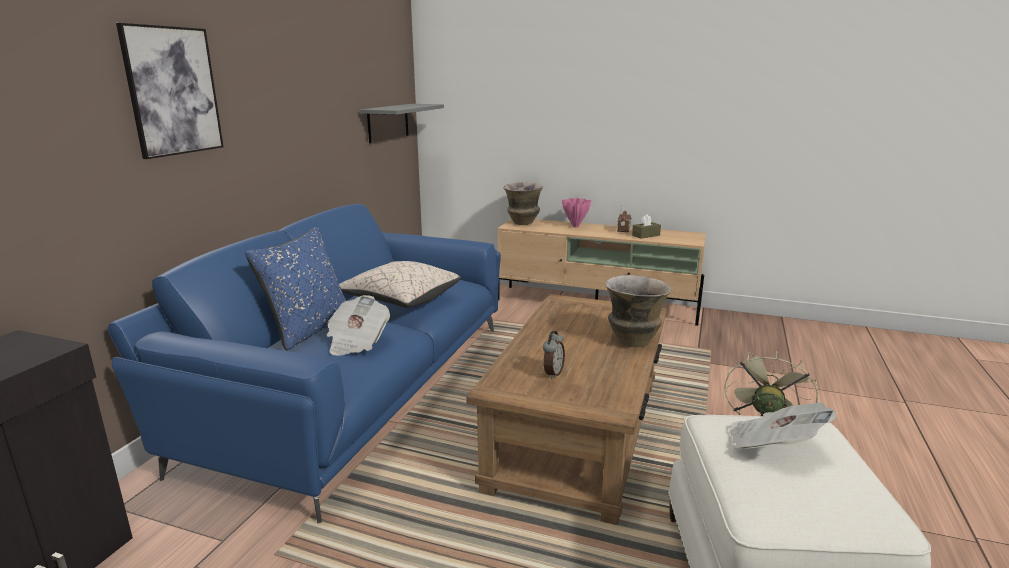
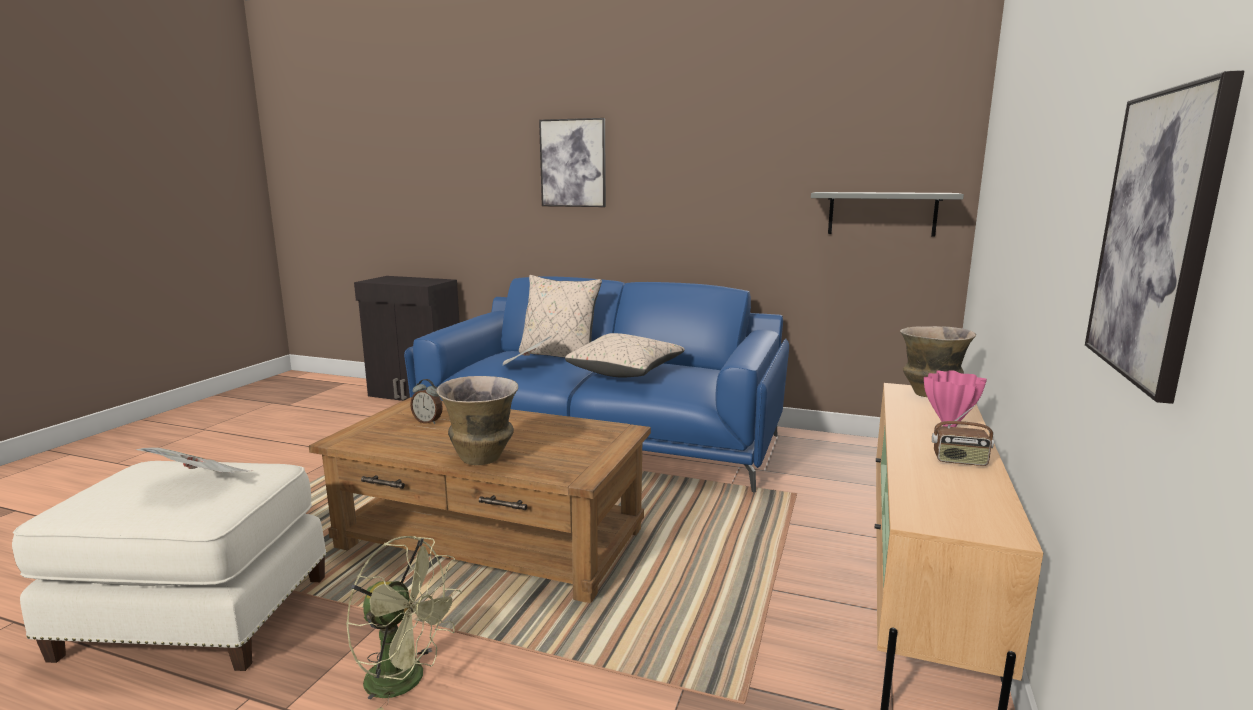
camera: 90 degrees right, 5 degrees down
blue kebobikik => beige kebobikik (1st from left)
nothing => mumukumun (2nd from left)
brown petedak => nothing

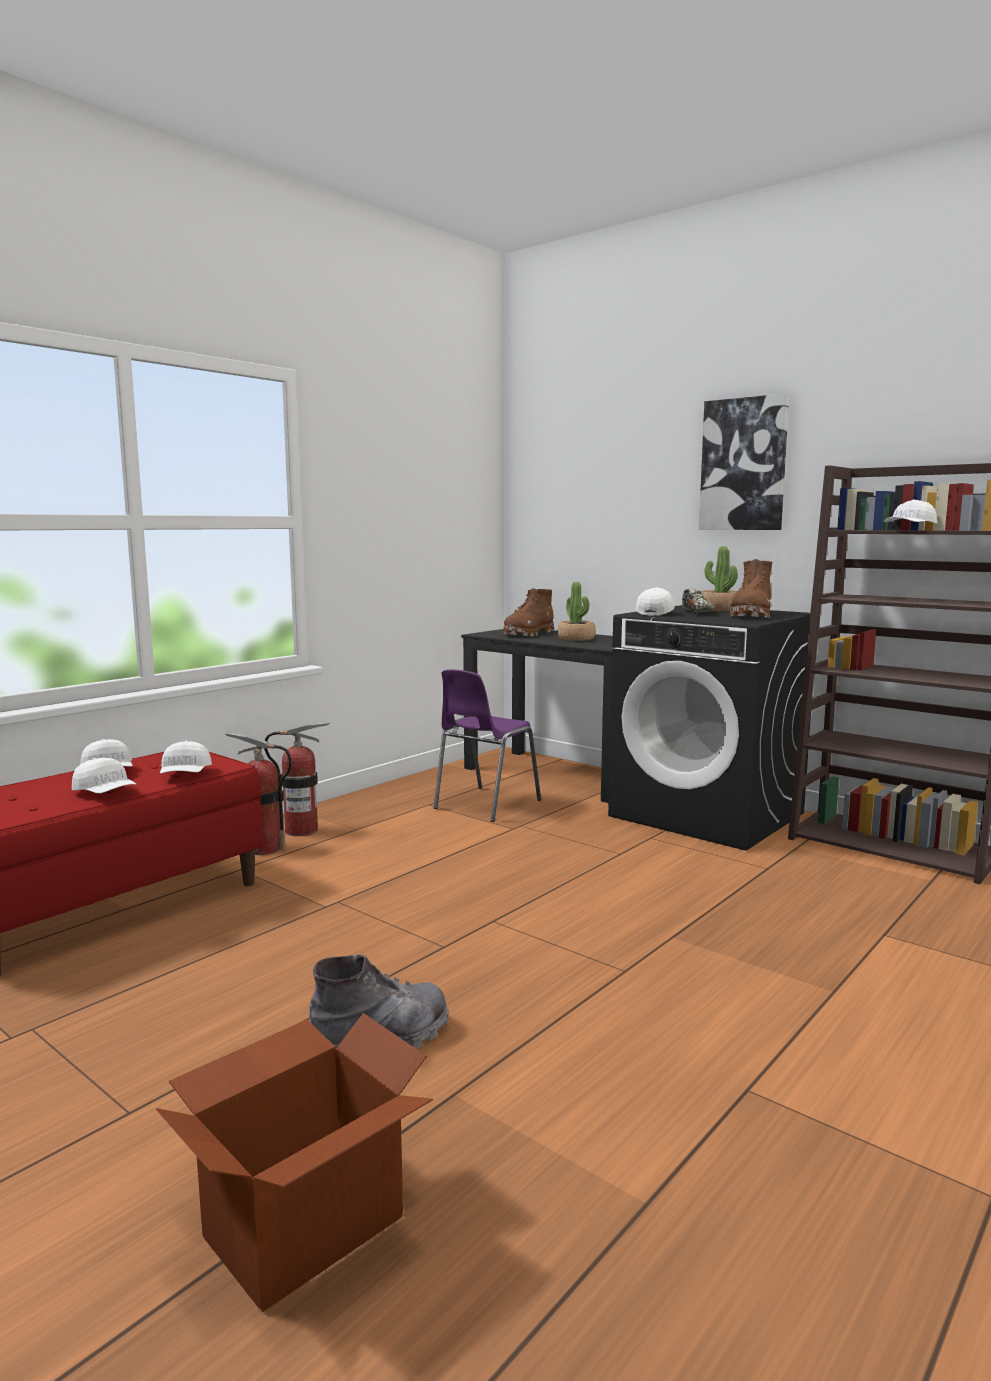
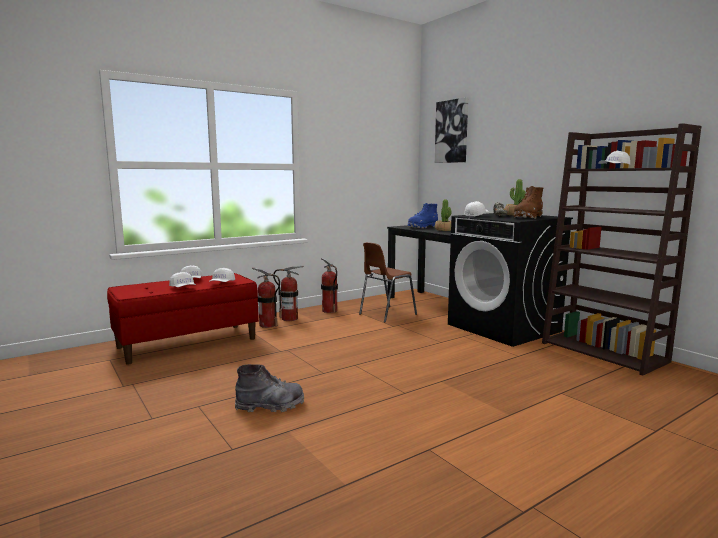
camera: 15 degrees right, 0 degrees up
nothing => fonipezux (3rd from left)
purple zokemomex => brown zokemomex
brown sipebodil (1st from left) => blue sipebodil
mumukumun, move
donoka => nothing

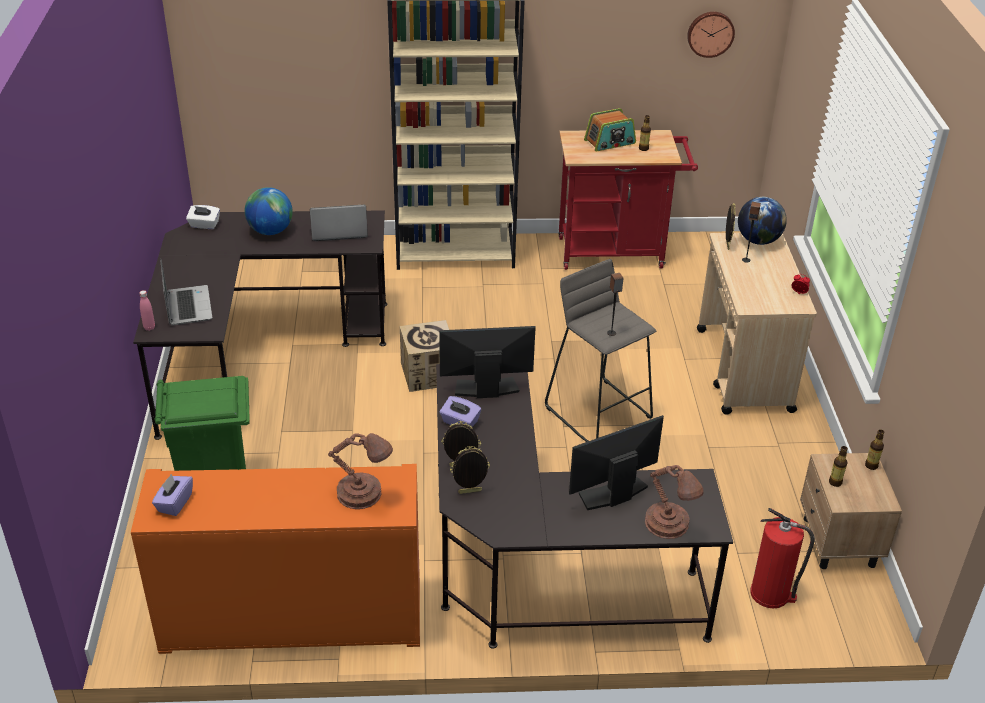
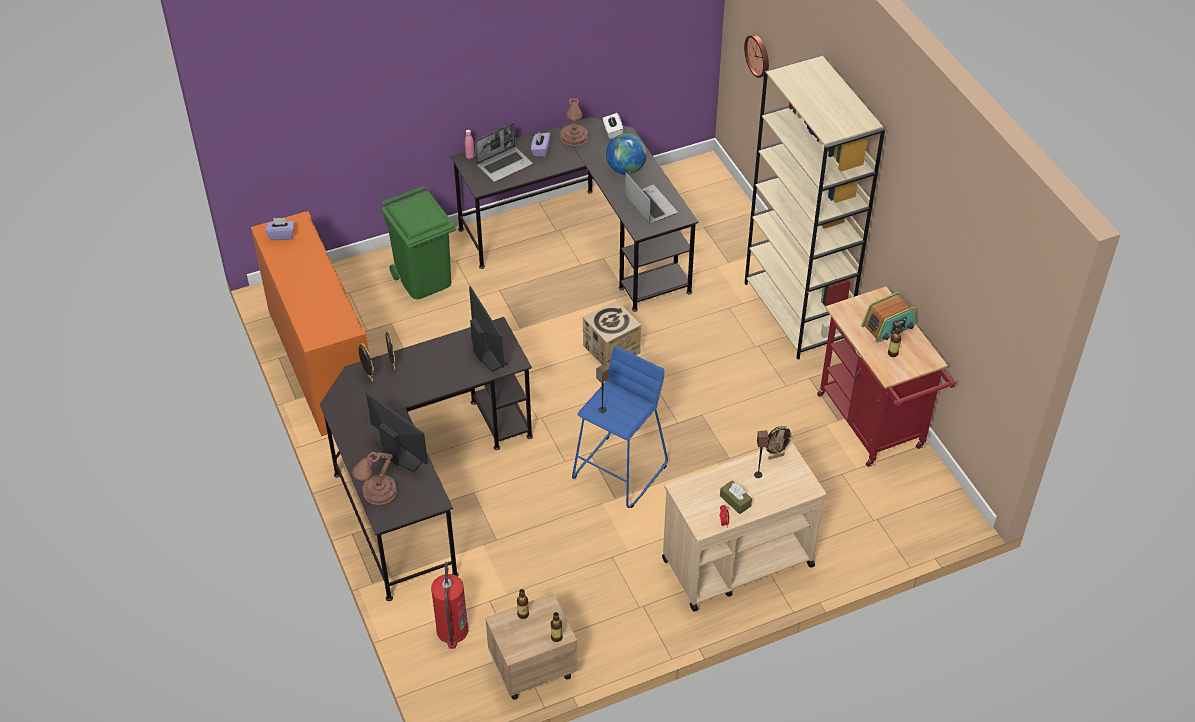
camera: 70 degrees right, 10 degrees up
purple petedak (2nd from left), move
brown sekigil (1st from left in the first image) => brown sekigil (2nd from left), move
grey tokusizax => blue tokusizax
nothing => brown petedak
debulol, move
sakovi, 75 degrees counterclockwise
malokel (2nd from left) => nothing

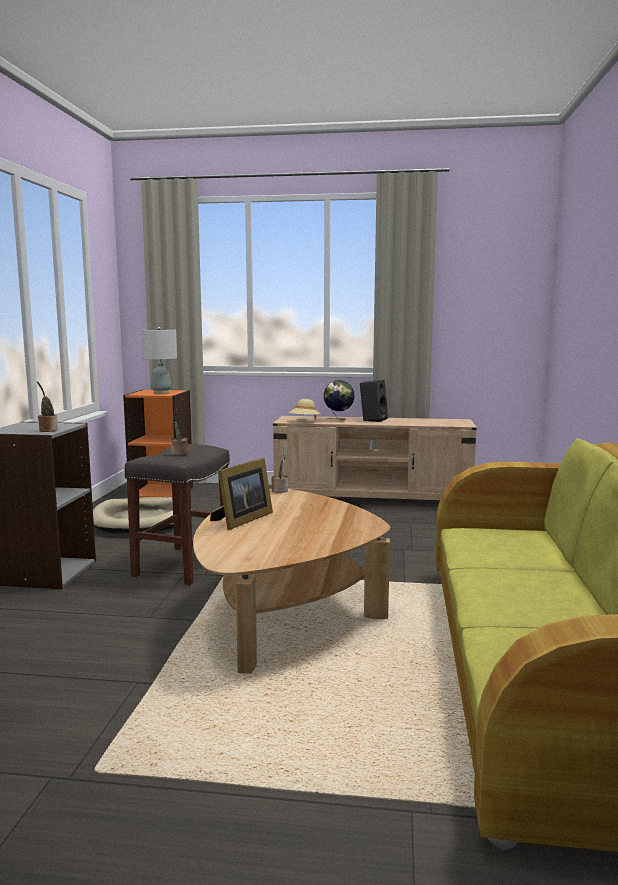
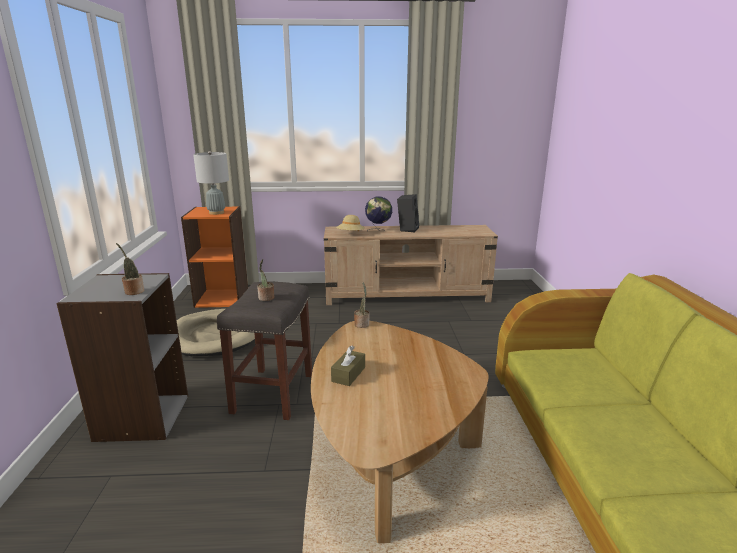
camera: 10 degrees left, 10 degrees up
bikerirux => brown petedak

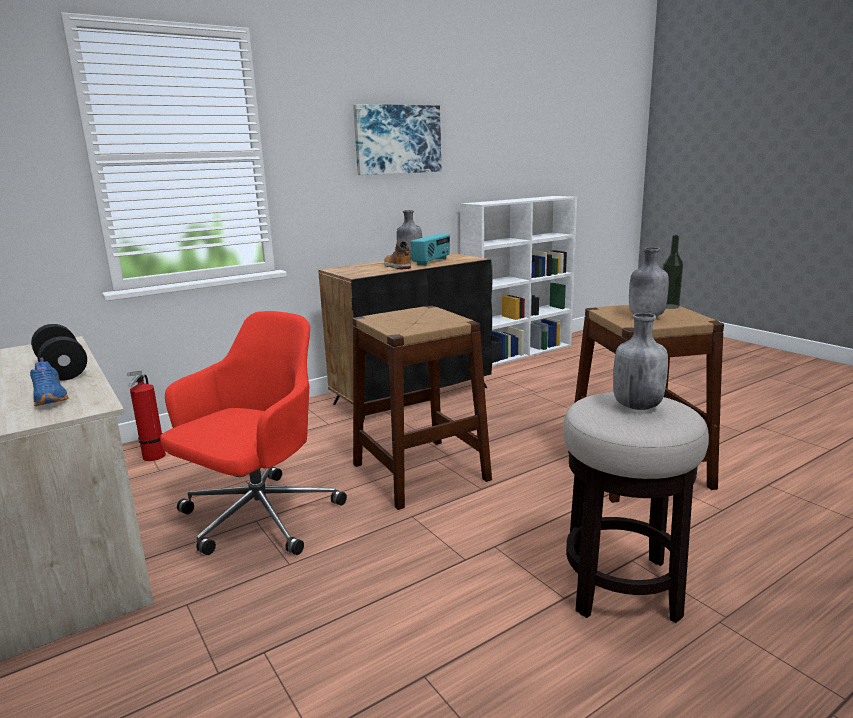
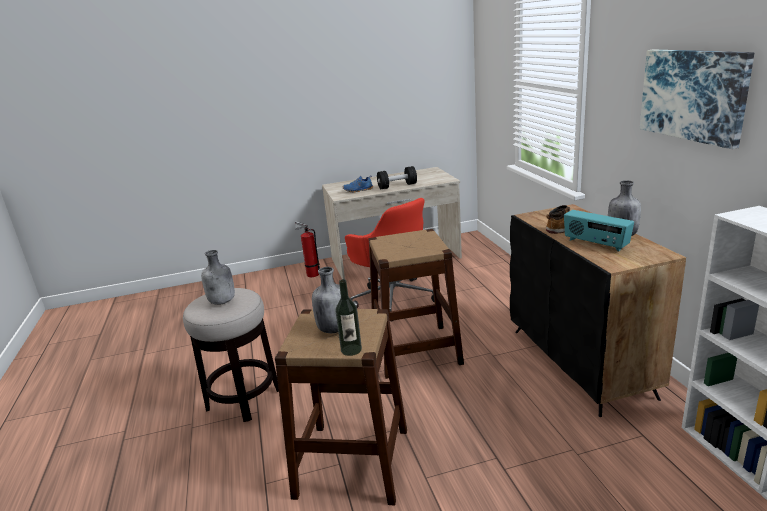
camera: 110 degrees right, 5 degrees up
fonipezux, move

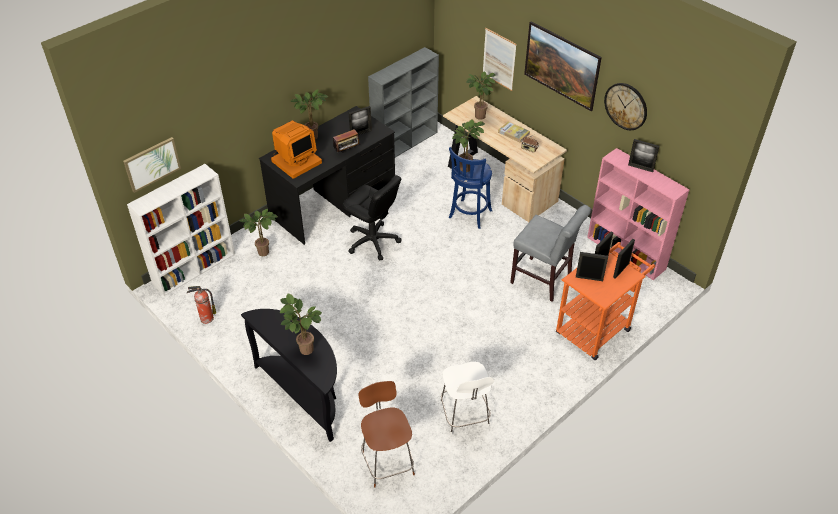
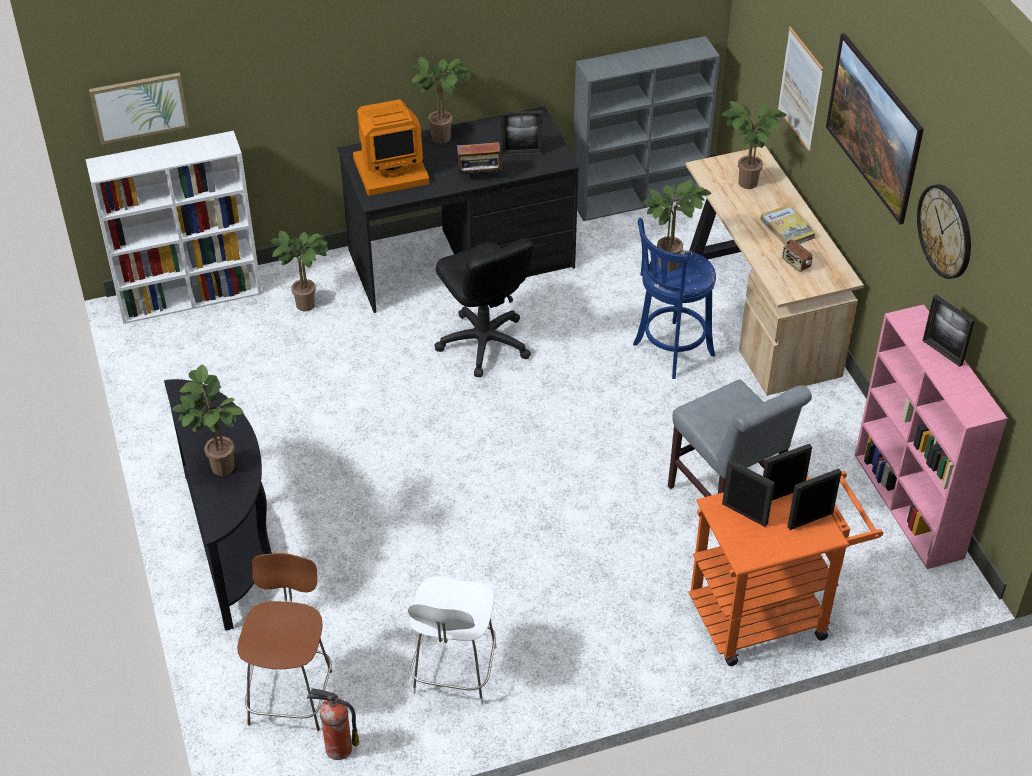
camera: 25 degrees right, 0 degrees up
fonipezux, move

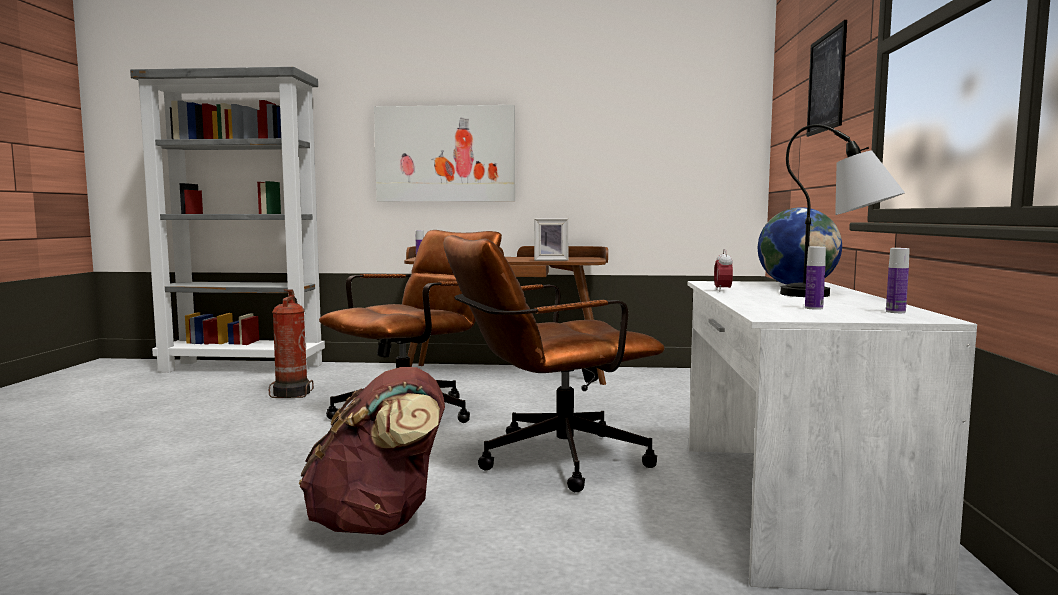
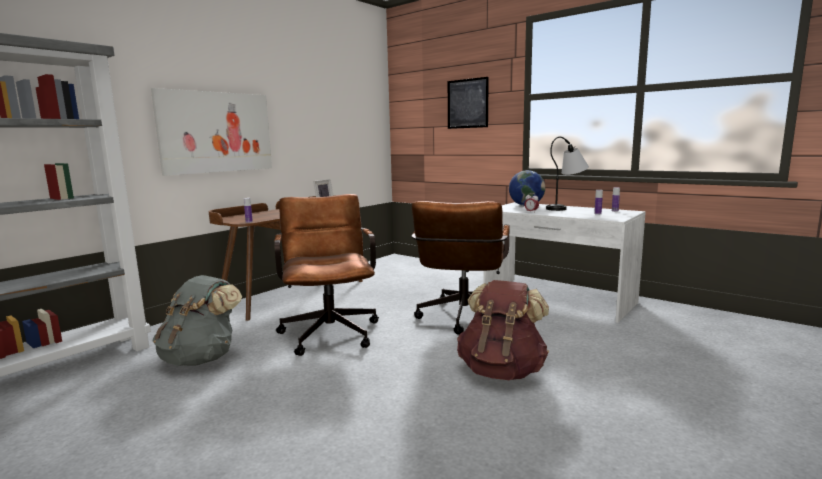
camera: 55 degrees left, 5 degrees up
fonipezux => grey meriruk

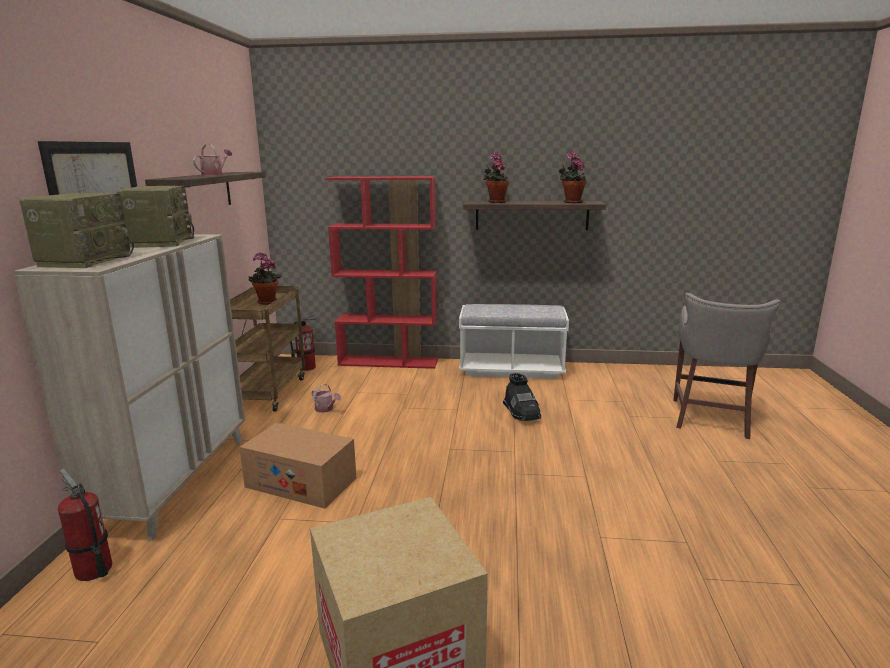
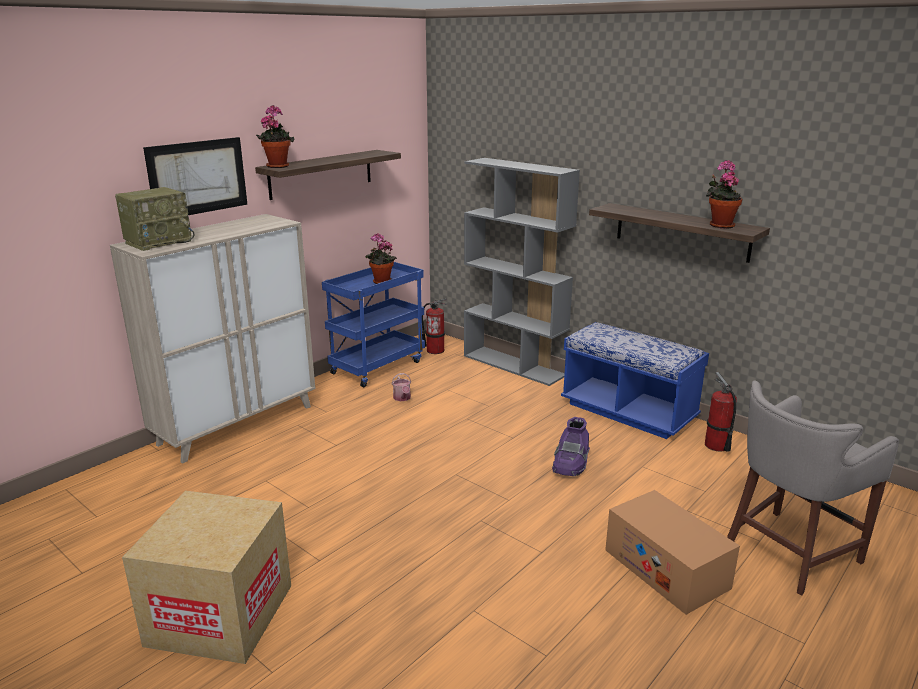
camera: 35 degrees right, 5 degrees up
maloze (2nd from left in the first image) => maloze (1st from left), move
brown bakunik => blue bakunik
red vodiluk => grey vodiluk
black sipebodil => purple sipebodil
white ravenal => blue ravenal
donoka (1st from left in the first image) => donoka (2nd from left), move
fonipezux (1st from left in the first image) => fonipezux (2nd from left), move
sakovi (2nd from left) => nothing
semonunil (1st from left) => nothing

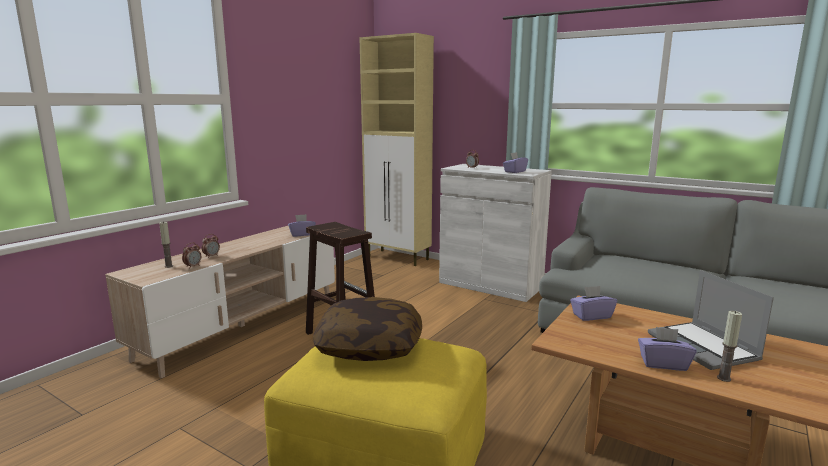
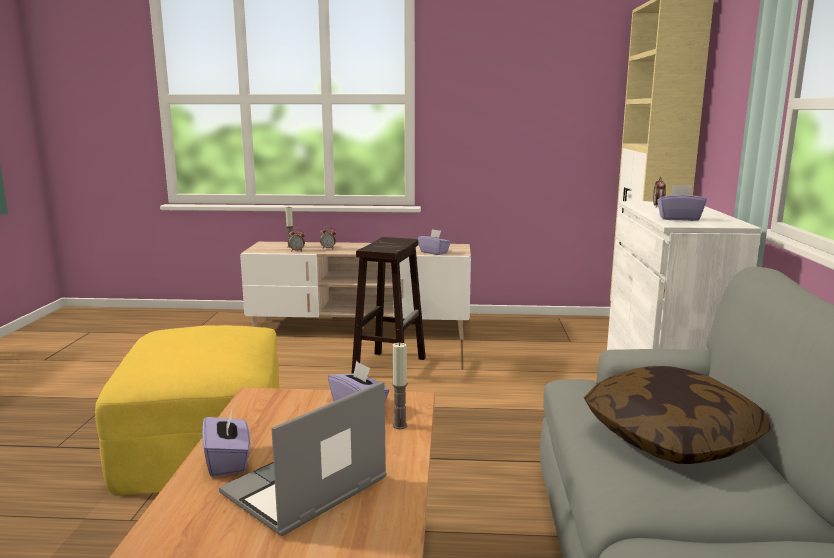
camera: 60 degrees right, 0 degrees up
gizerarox (2nd from left), move
kebobikik, move

